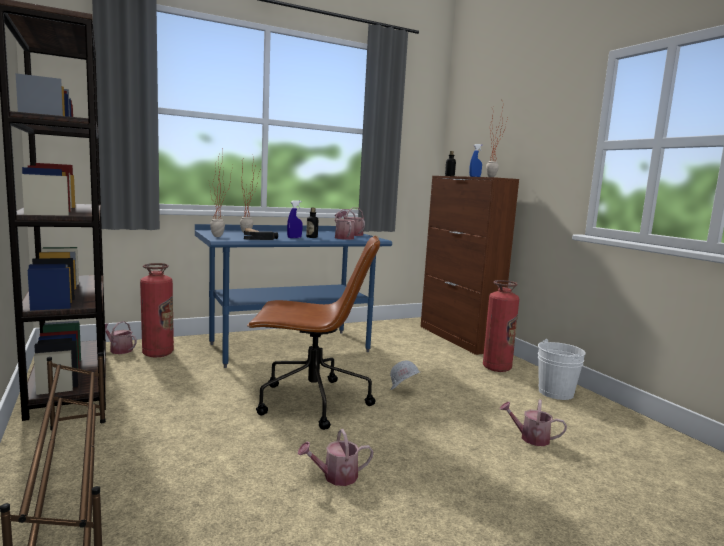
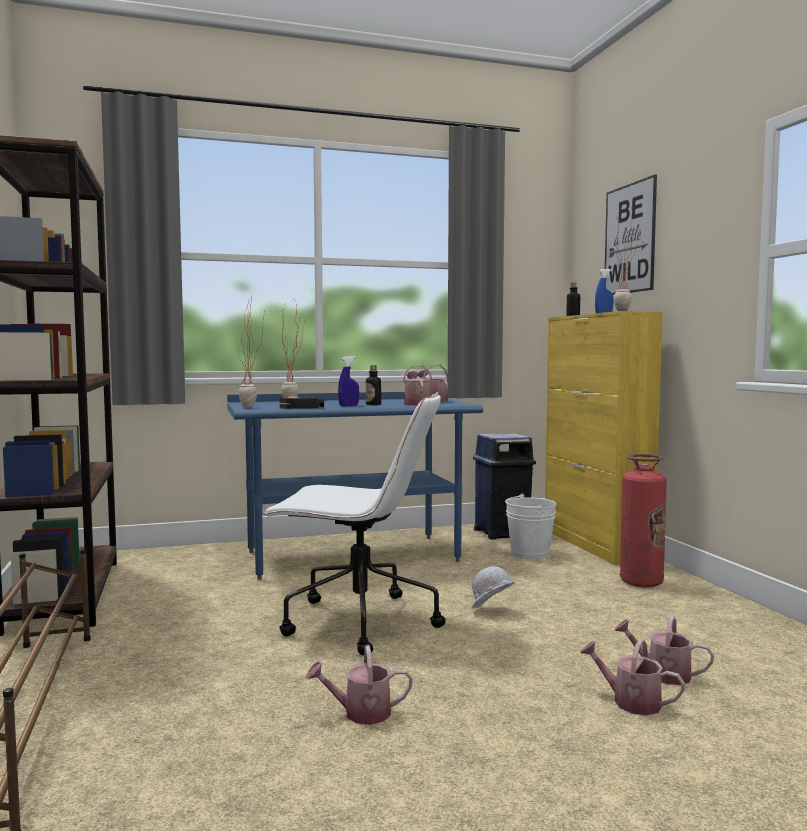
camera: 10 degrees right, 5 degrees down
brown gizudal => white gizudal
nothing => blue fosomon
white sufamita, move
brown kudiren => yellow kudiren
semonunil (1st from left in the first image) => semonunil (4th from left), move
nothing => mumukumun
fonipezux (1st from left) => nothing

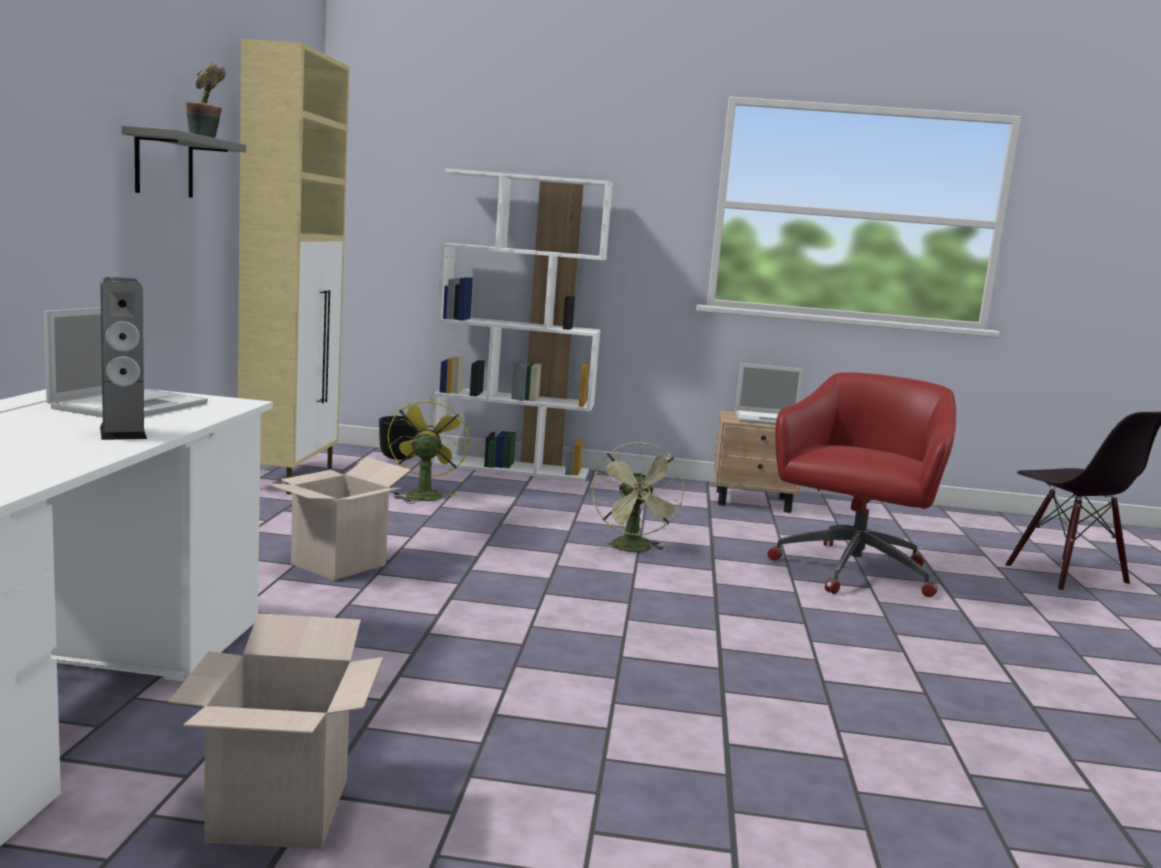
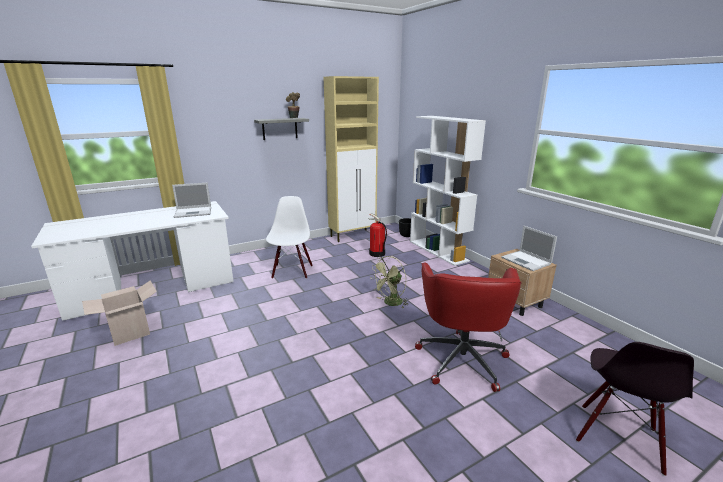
camera: 55 degrees right, 10 degrees up
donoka (2nd from left) => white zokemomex
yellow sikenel => fonipezux
red gizudal, 105 degrees clockwise
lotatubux => nothing

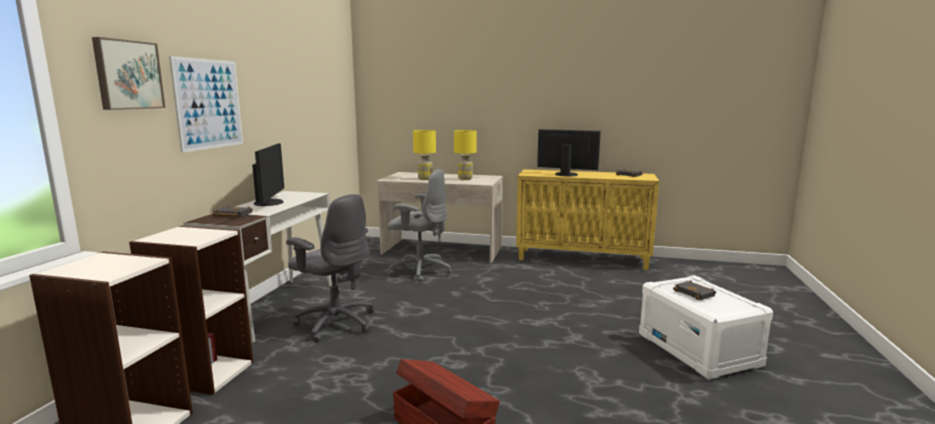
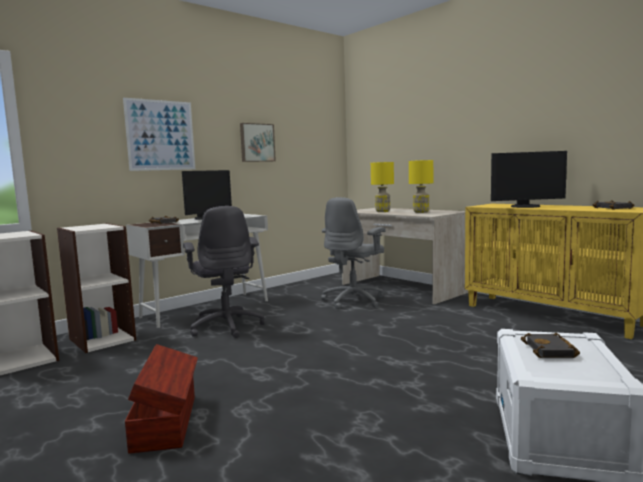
camera: 35 degrees right, 5 degrees down
mumukumun (1st from left in the first image) => mumukumun (2nd from left), move
grey gizudal (2nd from left), 75 degrees clockwise
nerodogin (2nd from left), 120 degrees clockwise

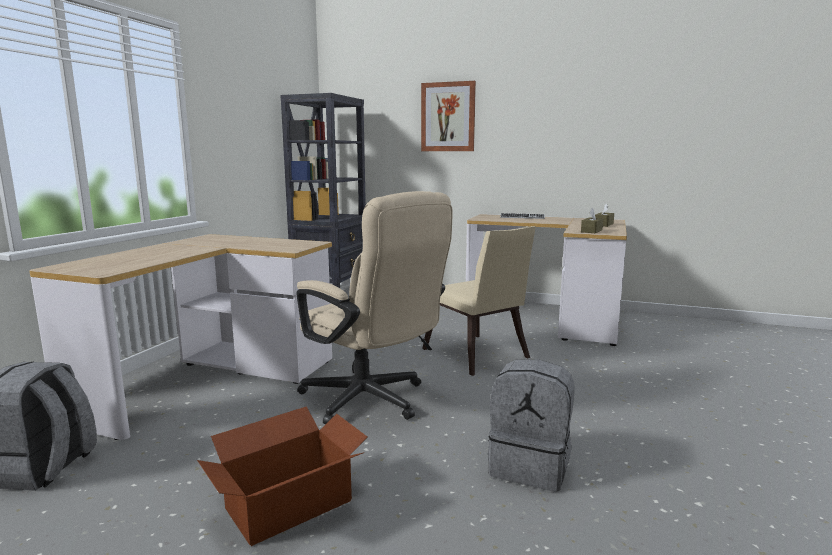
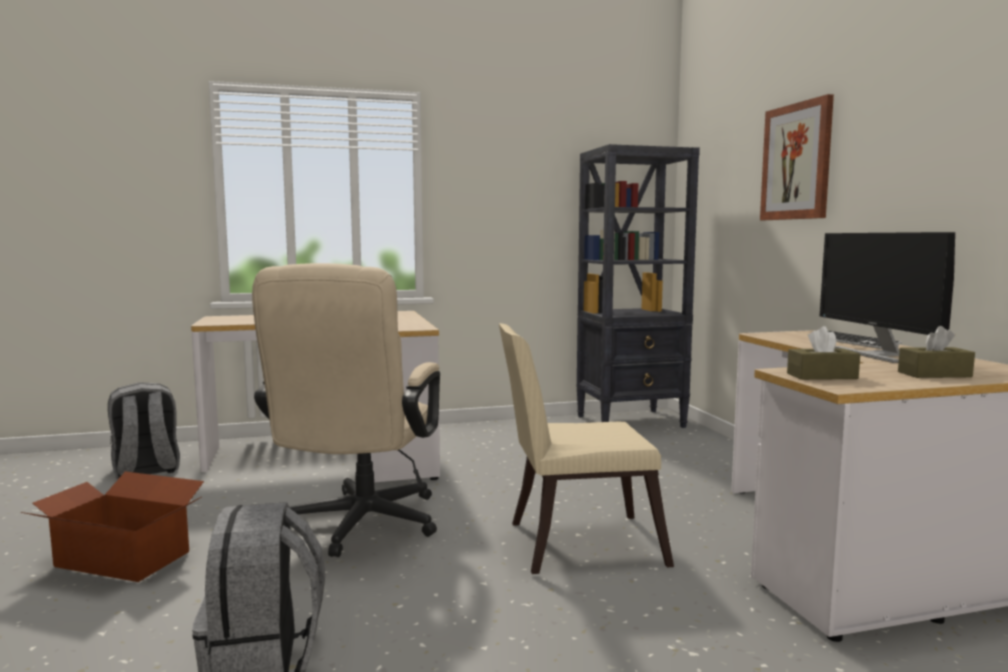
camera: 55 degrees right, 5 degrees down
beige zokemomex, 60 degrees clockwise
nothing => nerodogin

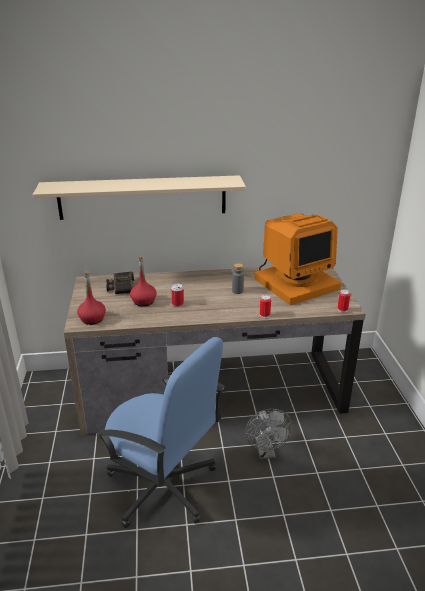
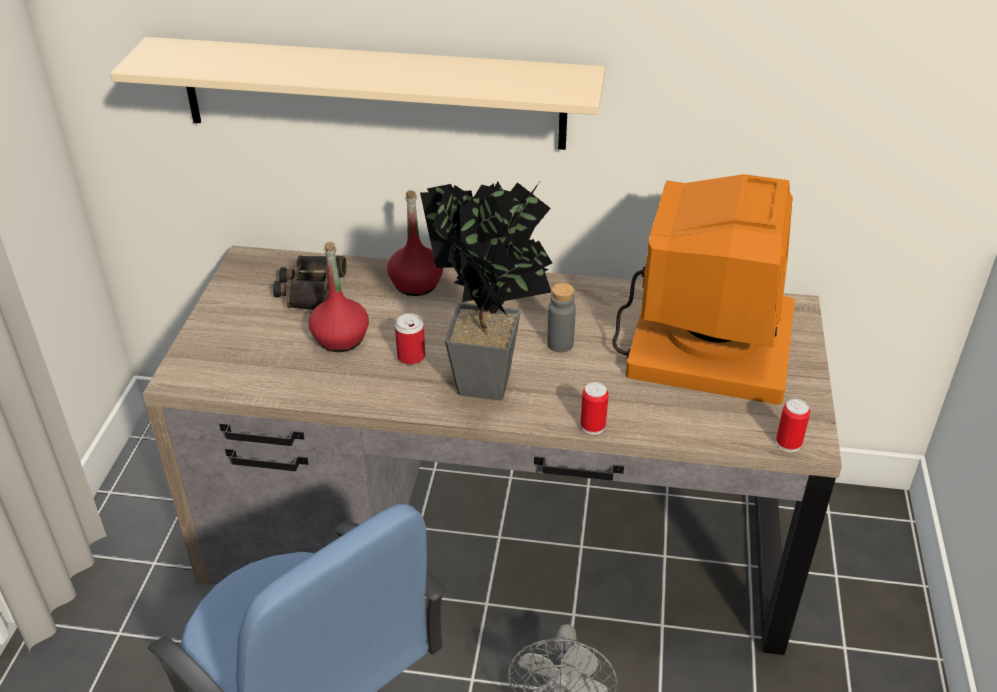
camera: 15 degrees right, 10 degrees up
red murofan (1st from left in the first image) => red murofan (2nd from left), move
nothing => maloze
nerodogin, 60 degrees counterclockwise

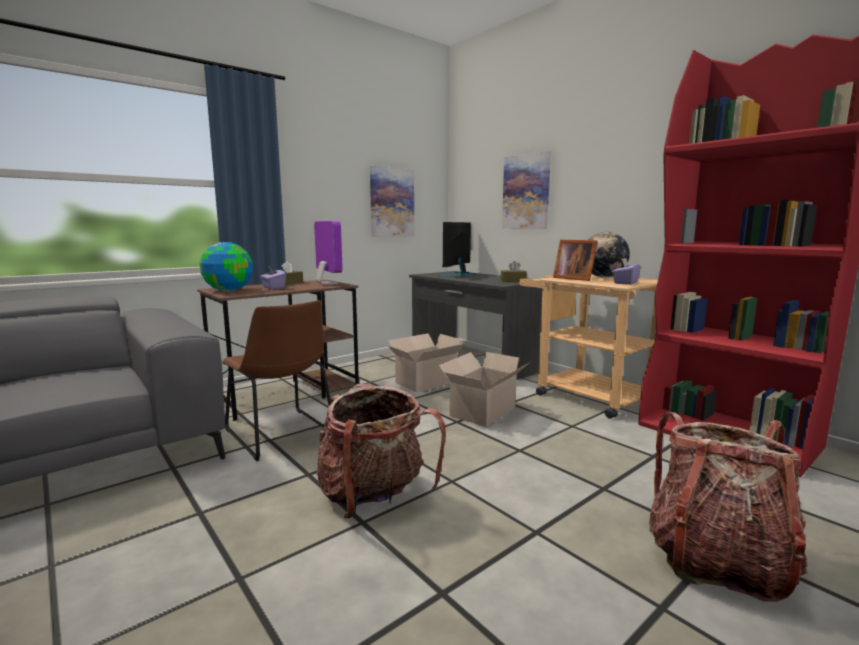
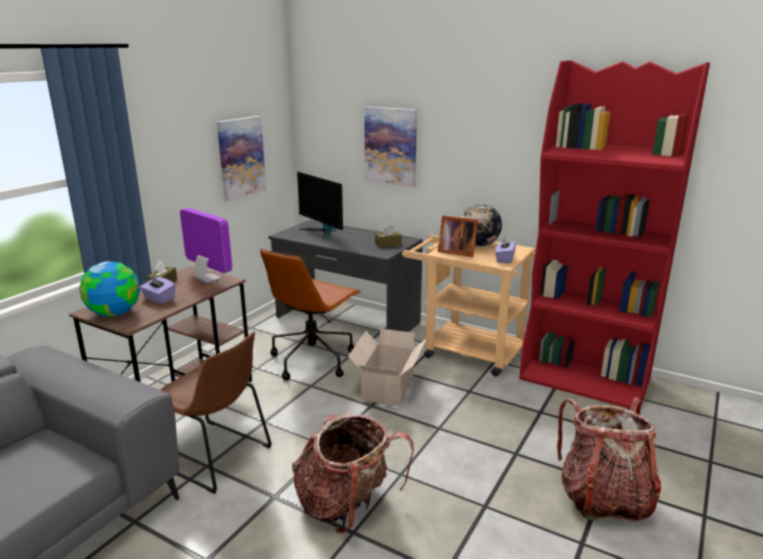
camera: 20 degrees left, 10 degrees up
donoka (1st from left) => brown gizudal
nerodogin (2nd from left), 45 degrees counterclockwise

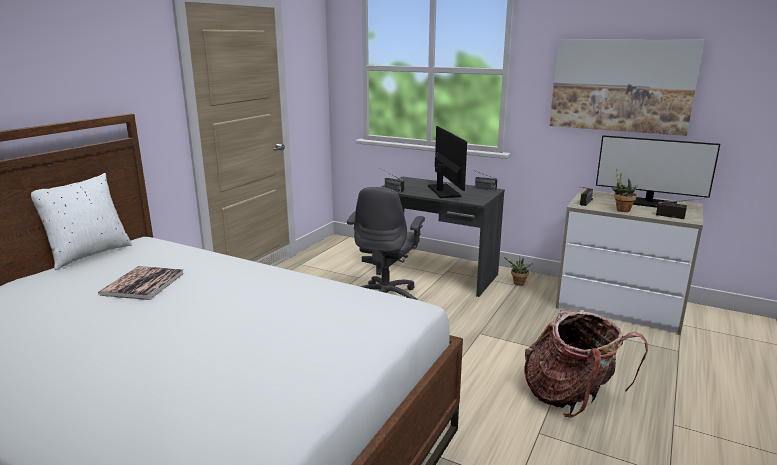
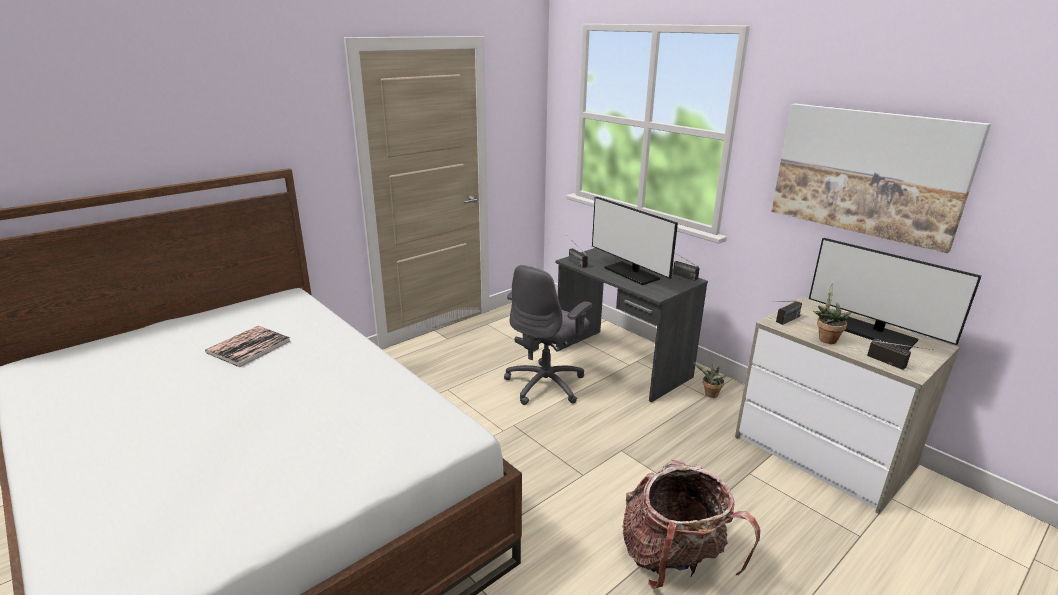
camera: 20 degrees right, 5 degrees up
nerodogin (1st from left), 135 degrees clockwise
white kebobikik => nothing

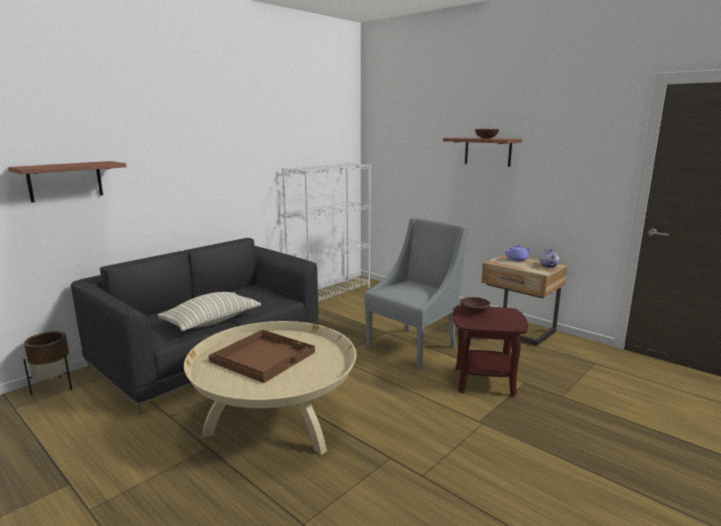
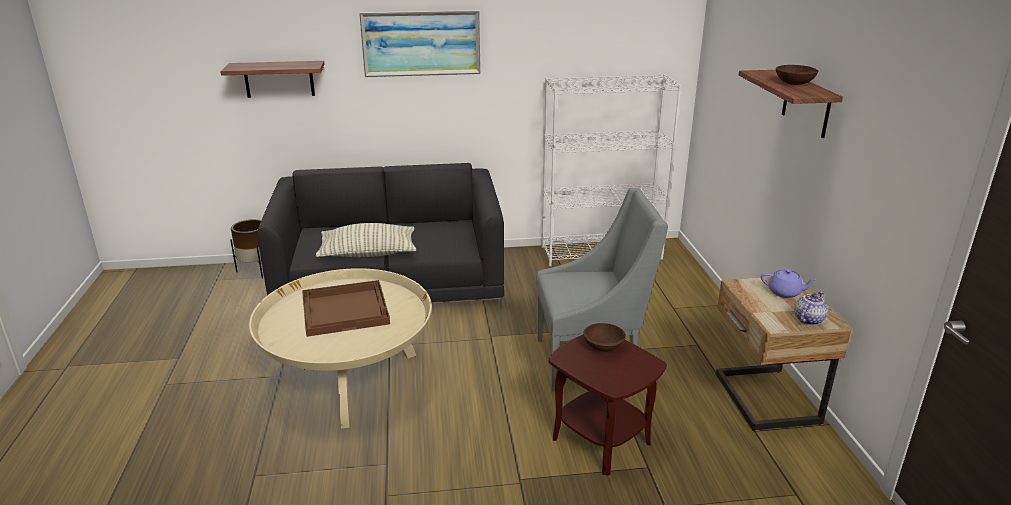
camera: 40 degrees right, 10 degrees up
nothing => mumukumun

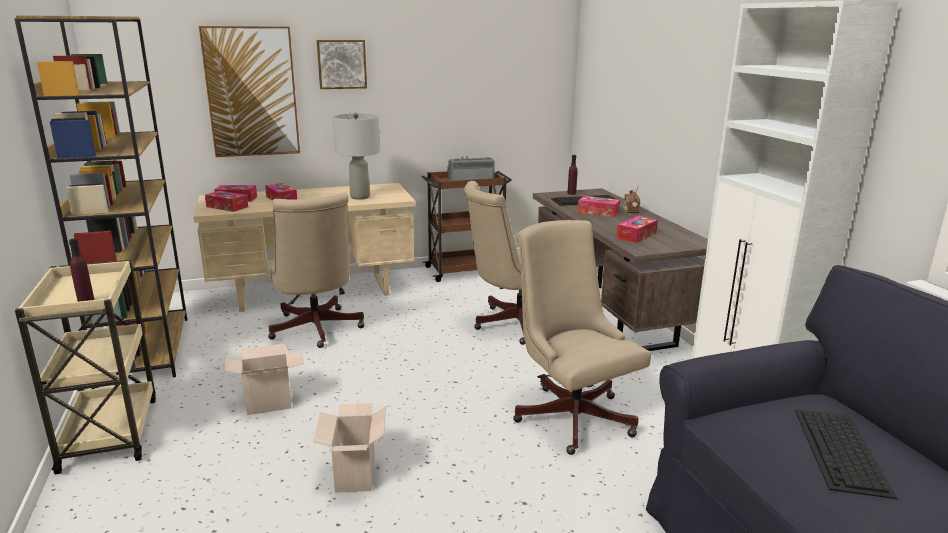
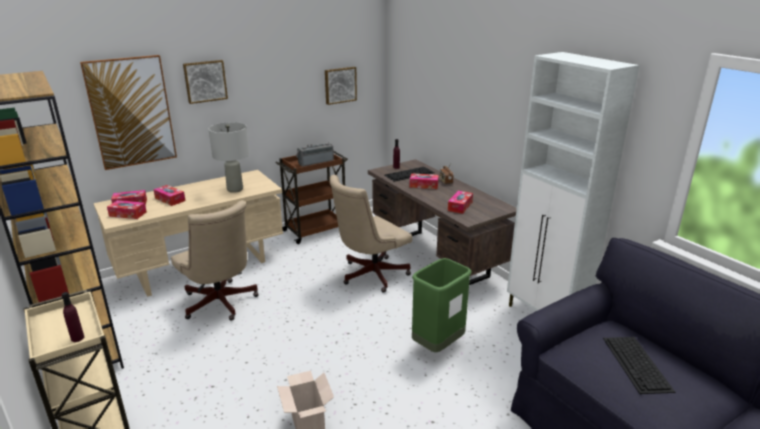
camera: 15 degrees left, 5 degrees up
nothing => mumukumun (3rd from left)
beige gizudal (3rd from left) => green fosomon
donoka (1st from left) => nothing

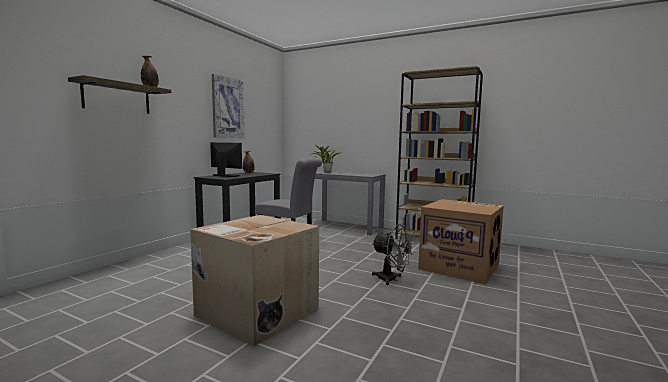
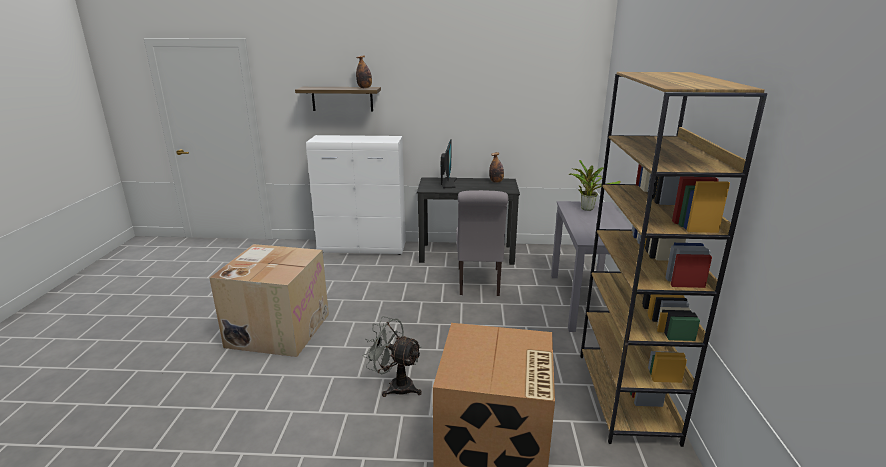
camera: 65 degrees right, 15 degrees up
nothing => white kudiren
grey sikenel, 105 degrees clockwise
mumukumun => nothing

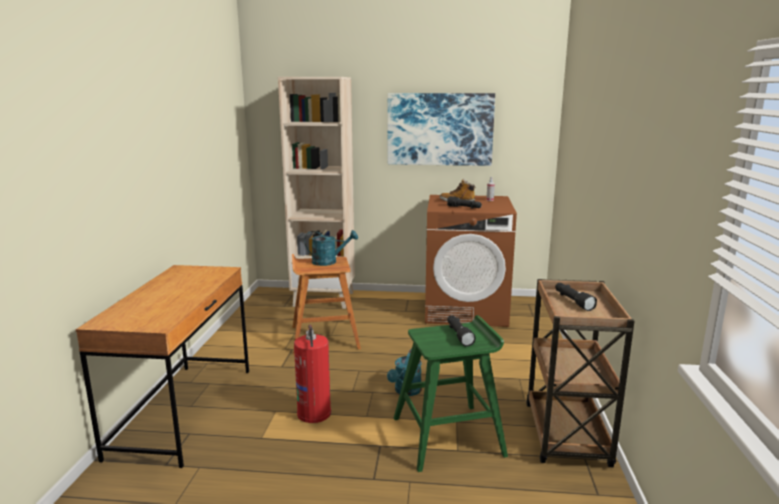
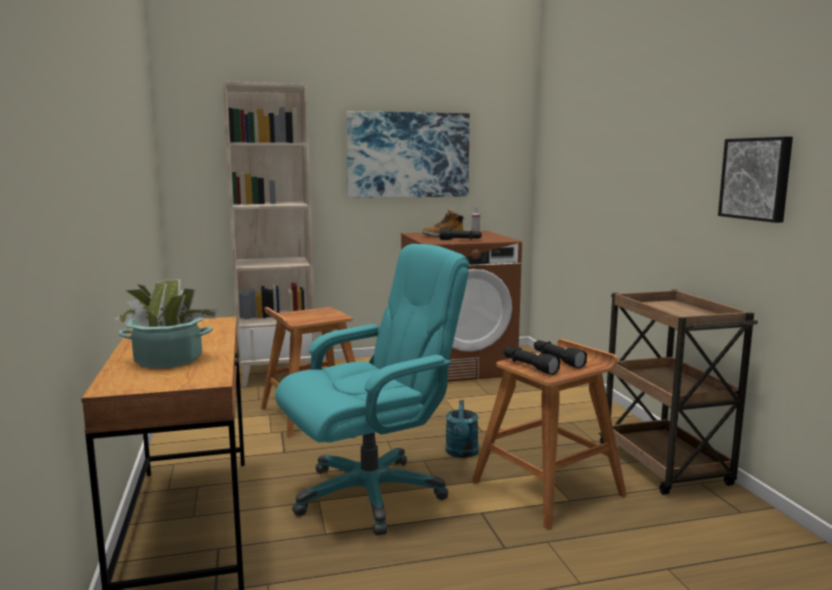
camera: 20 degrees left, 5 degrees down
nothing => maloze
fonipezux => turquoise gizudal
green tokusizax => brown tokusizax (2nd from left)
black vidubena (3rd from left in the first image) => black vidubena (2nd from left), move
nothing => mumukumun (2nd from left)
turquoise semonunil (1st from left) => nothing

